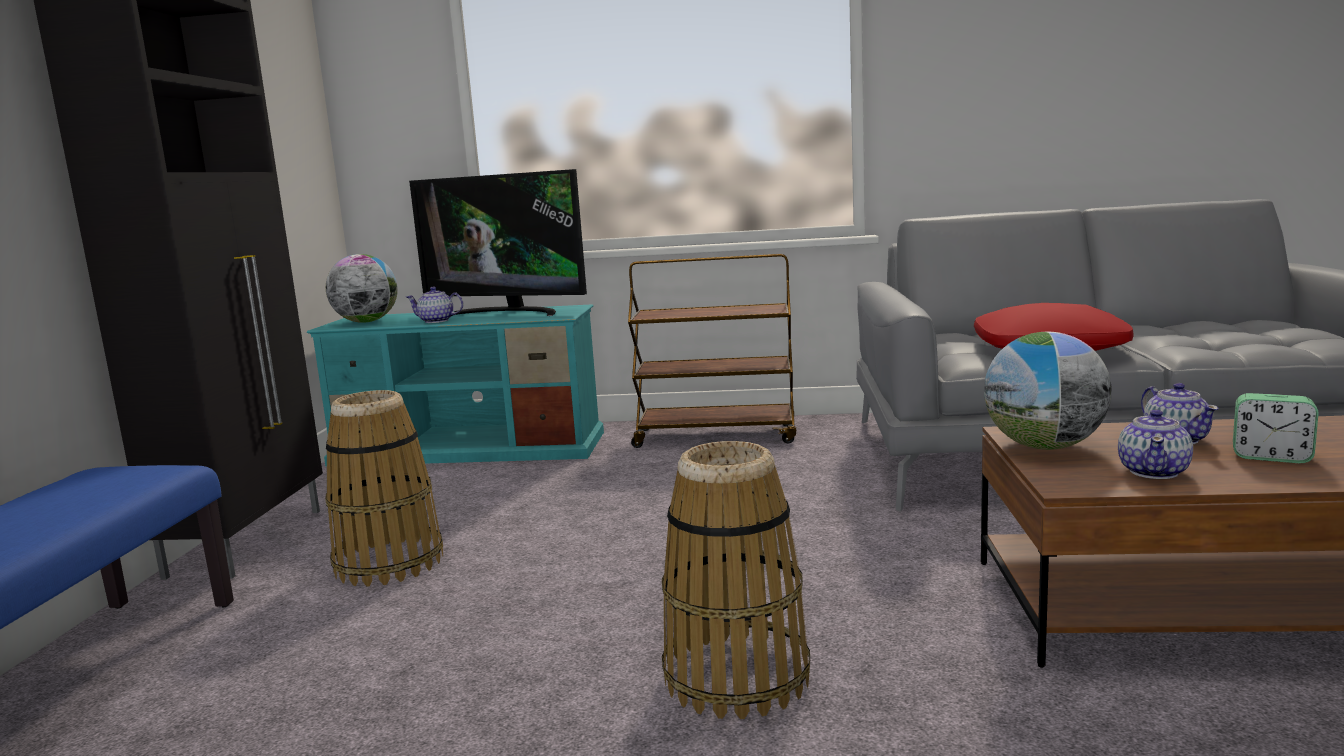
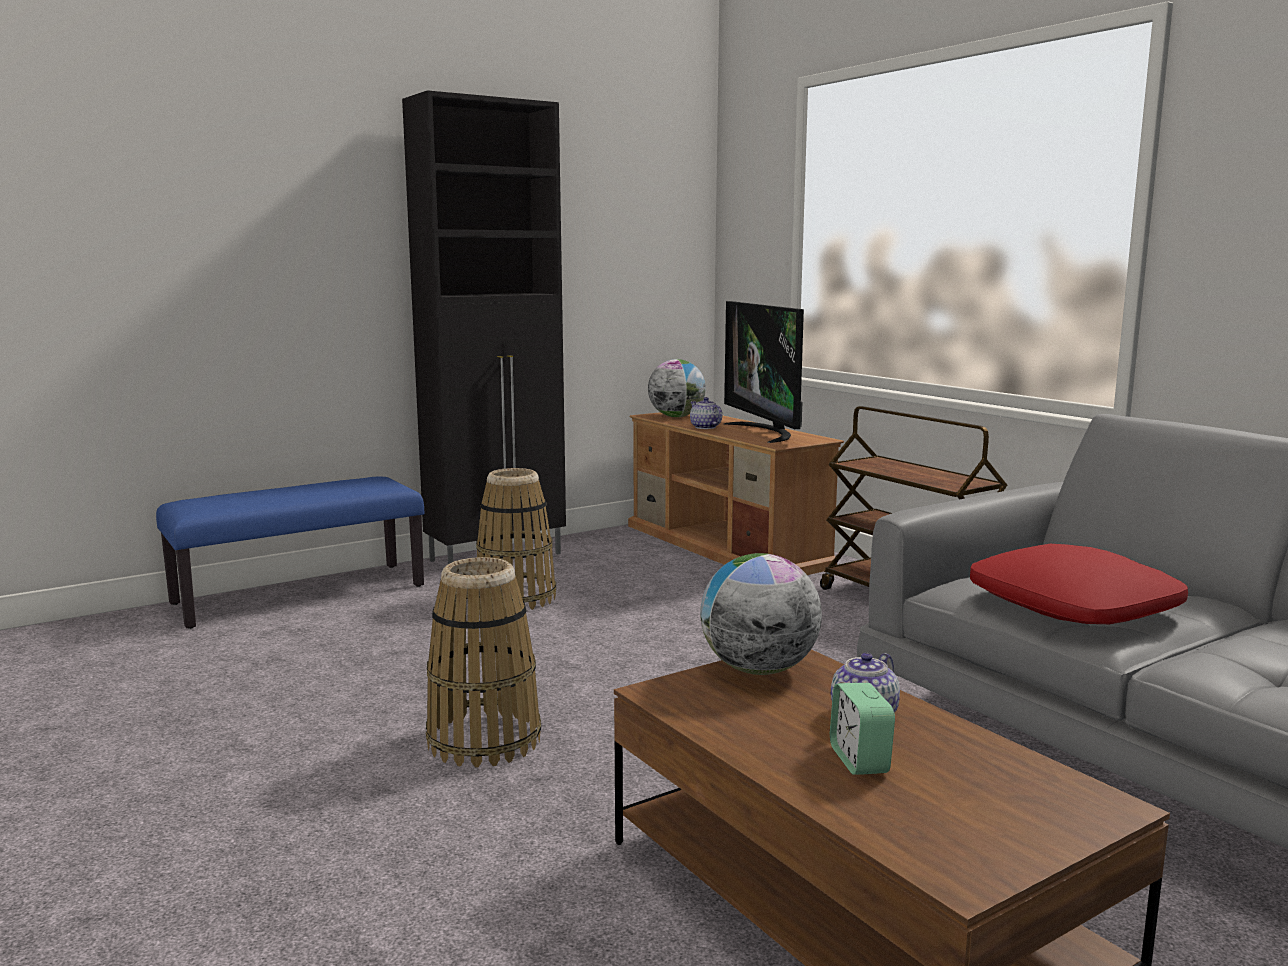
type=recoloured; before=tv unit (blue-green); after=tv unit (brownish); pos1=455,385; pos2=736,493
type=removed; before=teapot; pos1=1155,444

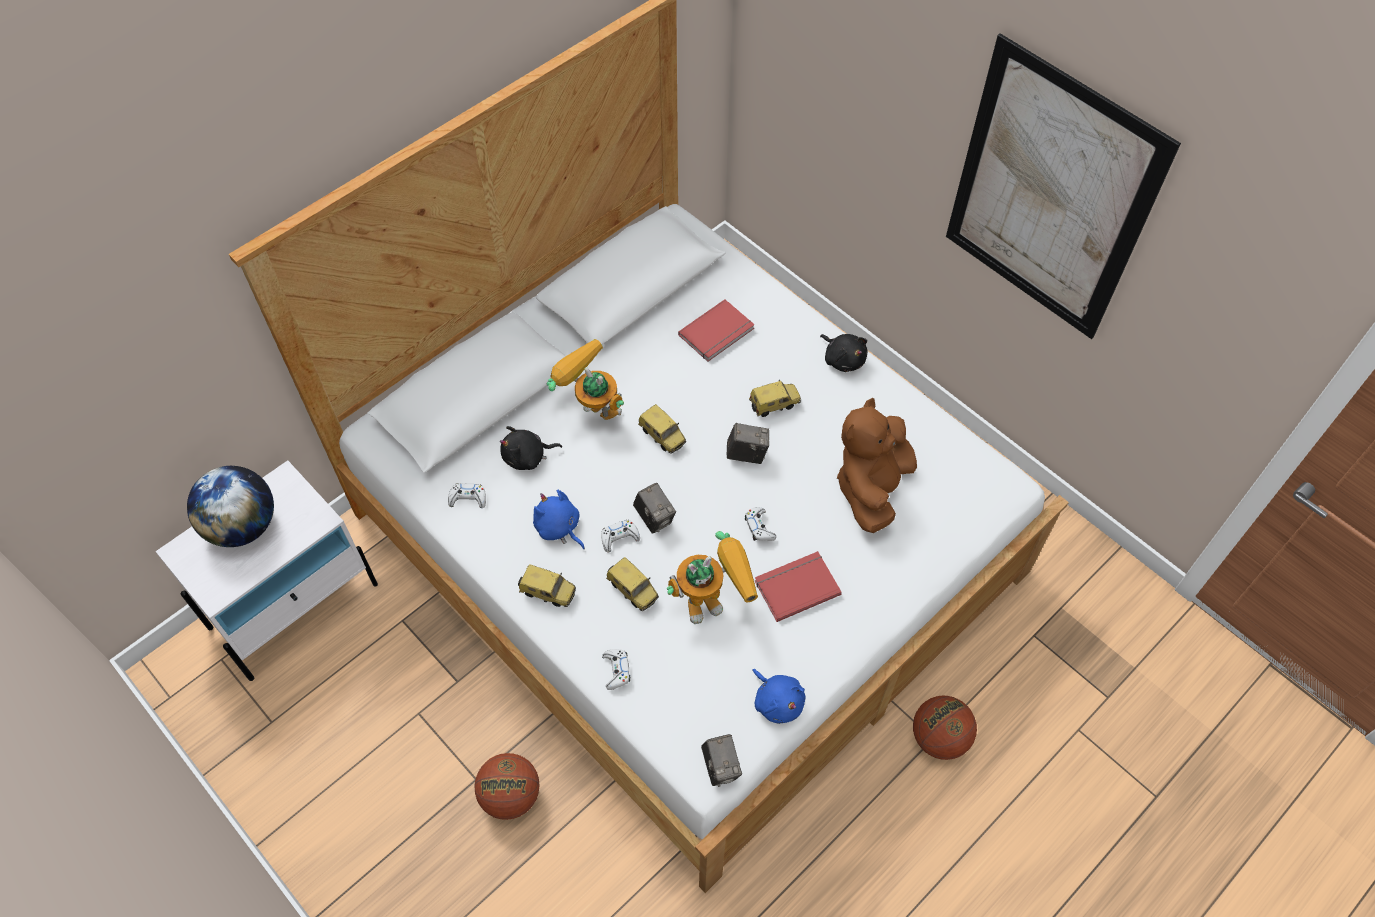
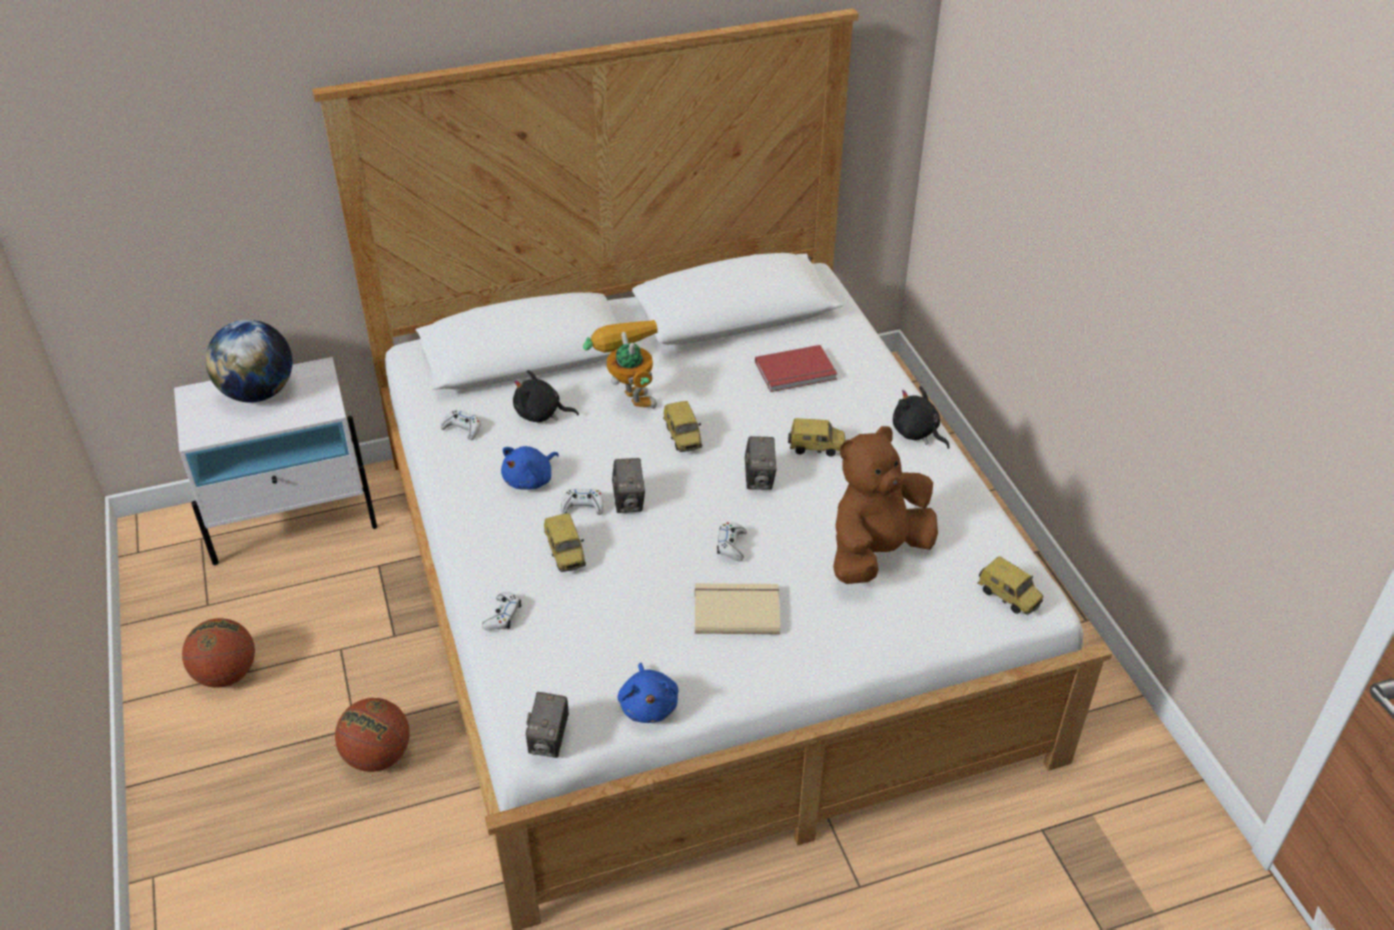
type=removed; before=picture; pos1=1063,186
type=turned; before=cuddly toy (black-coloured); pos1=843,353; pos2=921,417; turn=150
type=turned; before=still camera; pos1=748,443; pos2=761,463; turn=60
type=turned; before=cuddly toy (bluish); pos1=559,519; pos2=530,467; turn=-120
type=removed; before=toy robot; pos1=712,577
type=recoloured; before=volume (red-coloured); after=volume (beige); pos1=798,586; pos2=737,608
type=moved; before=model car; pos1=547,585; pos2=1010,585
type=moved; before=ball for basketball; pos1=945,728; pos2=218,653

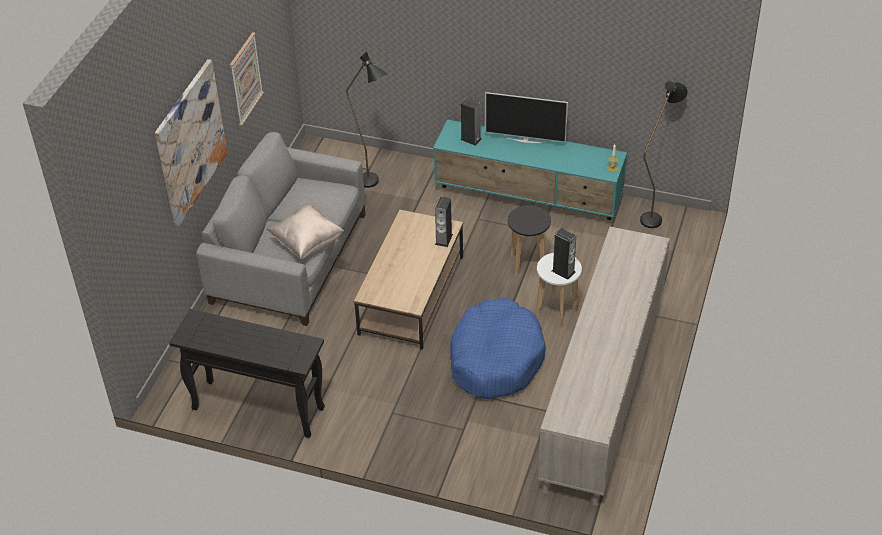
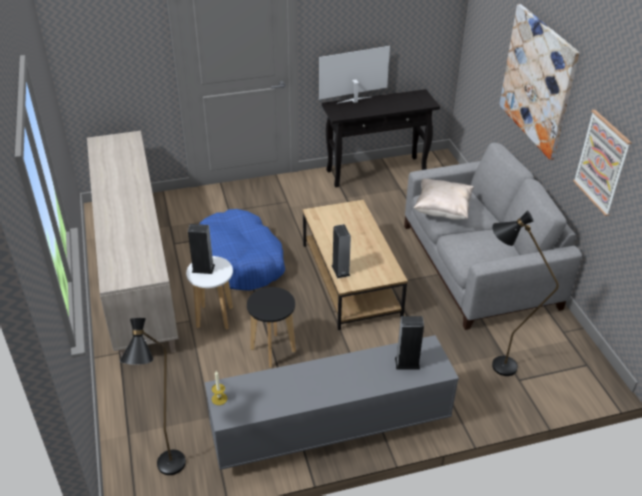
type=moved; before=TV; pos1=526,118; pos2=354,74
type=recoloured; before=tv unit (blue-green); after=tv unit (greyish); pos1=530,169; pos2=331,402

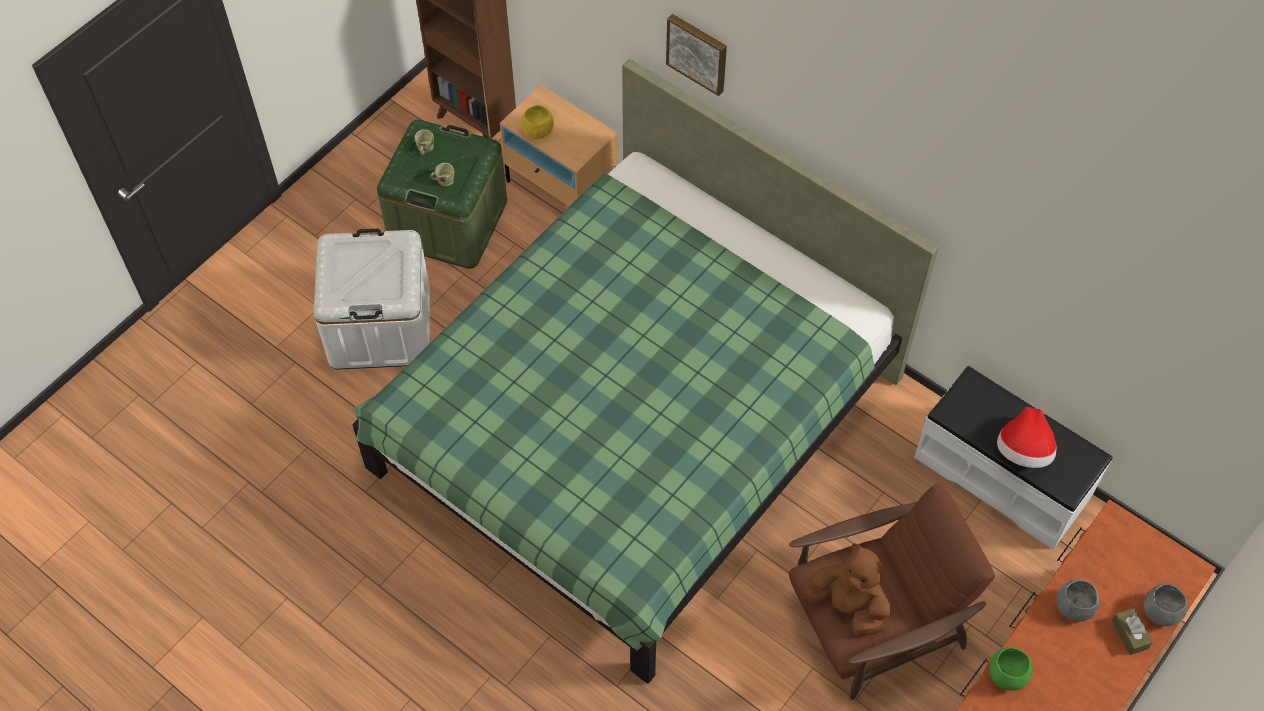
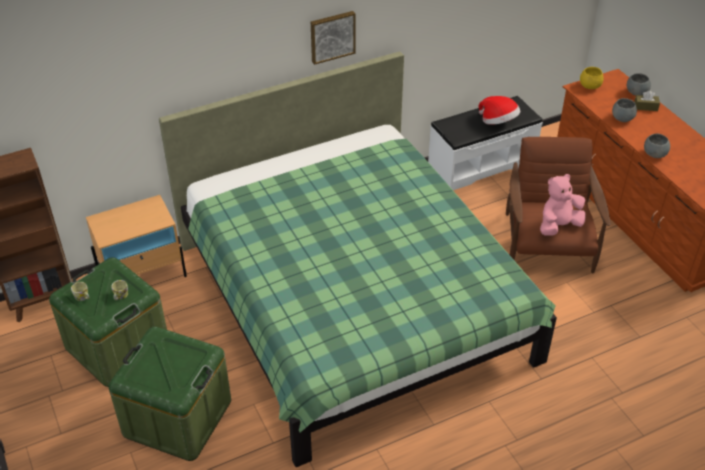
type=moved; before=picture; pos1=696,55; pos2=333,38
type=moved; before=deep dish (yellow); pos1=537,122; pos2=592,78
type=recoloured; before=storage bin (whitish); after=storage bin (greenish); pos1=372,299; pos2=170,394
type=recoloured; before=cuddly toy (brownish); after=cuddly toy (pinkish); pos1=845,589; pos2=563,205
type=recoloured; before=deep dish (greenish); after=deep dish (greyish); pos1=1011,669; pos2=657,146

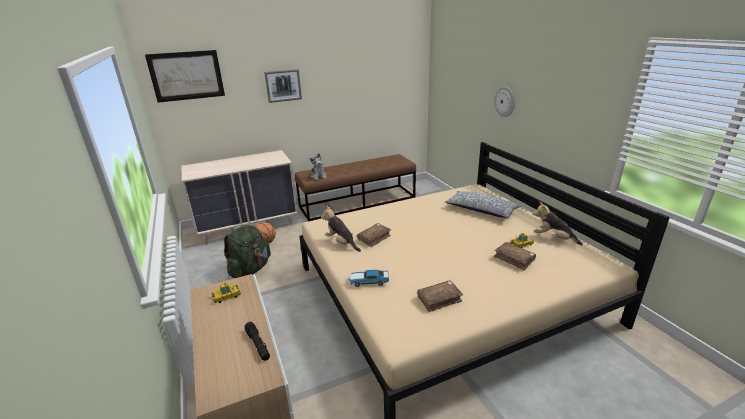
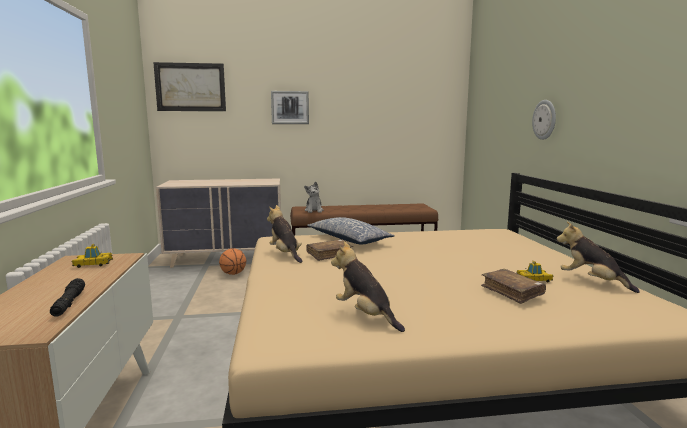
type=moved; before=cushion; pos1=483,204; pos2=351,231
type=removed; before=backpack (greenish); pos1=247,251
type=removed; before=model car; pos1=368,278
type=replaced; before=volume (brownish); after=cuddly toy; pos1=440,296; pos2=368,286

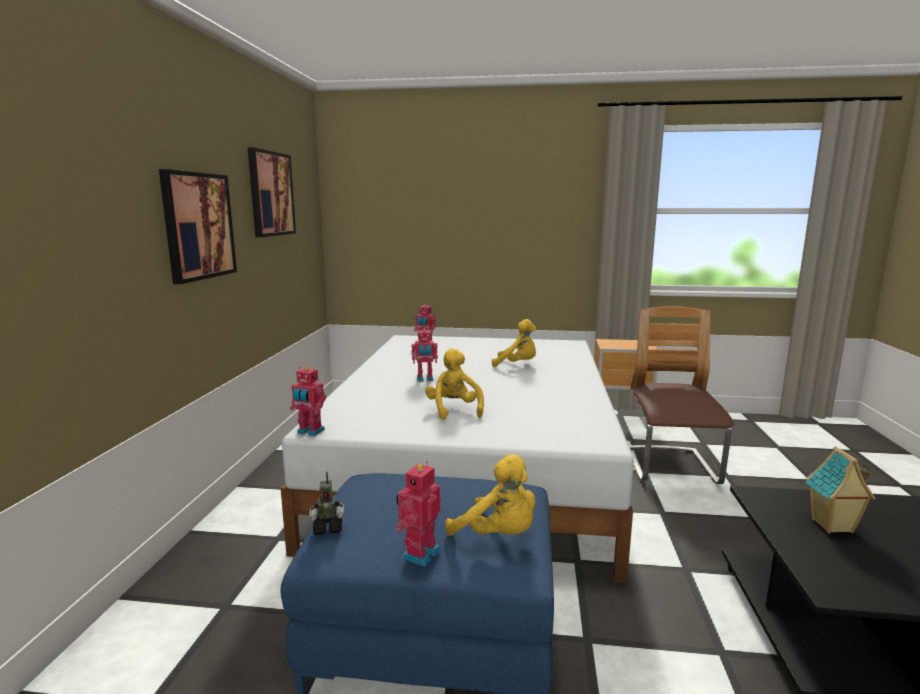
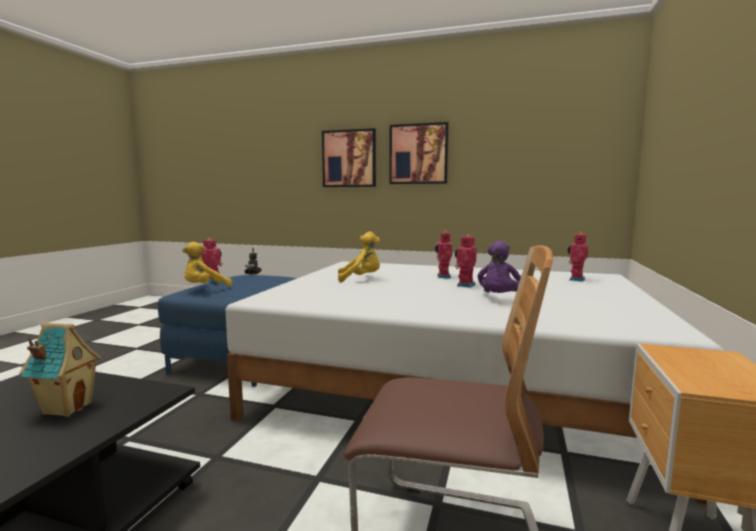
type=moved; before=picture; pos1=272,192; pos2=349,157
type=recoloured; before=cuddly toy (yellow); after=cuddly toy (purplish); pos1=514,343; pos2=499,267
type=moved; before=toy robot; pos1=308,401; pos2=466,261

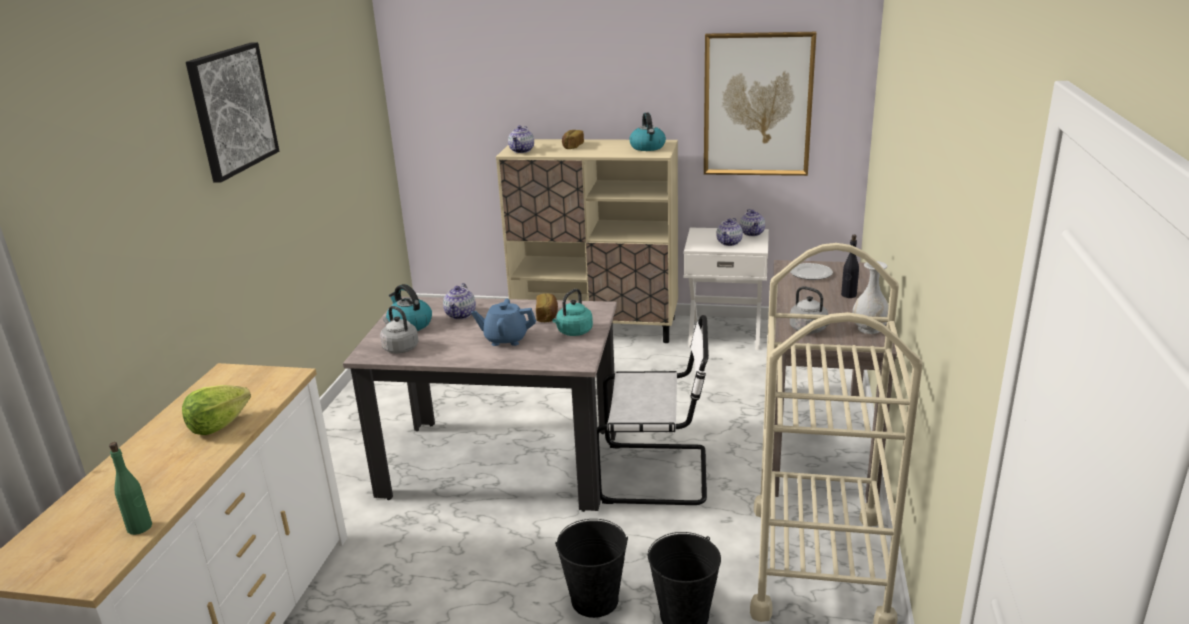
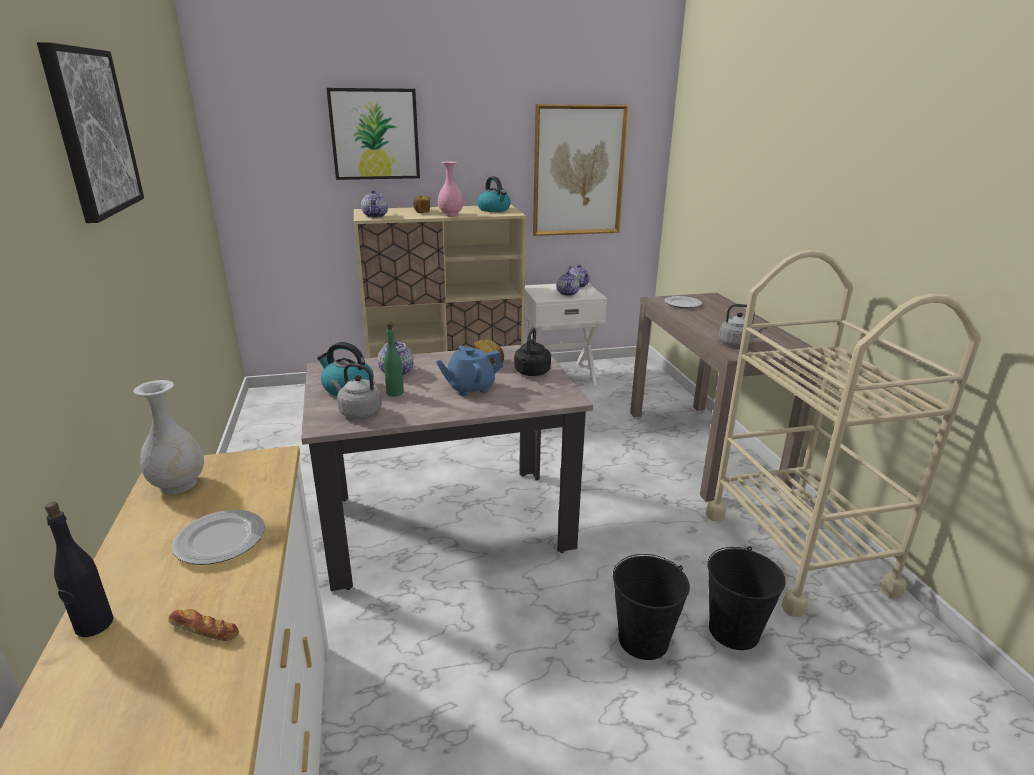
type=moved; before=bottle (black-coloured); pos1=850,266; pos2=79,569
type=moved; before=flower vase (whitish); pos1=870,297; pos2=168,437
type=recoloured; before=tea kettle (blue-green); after=tea kettle (black-coloured); pos1=572,312; pos2=532,351
type=removed; before=upright chair (whitish); pos1=653,410
type=replaced; before=lettuce head; after=flat dish; pos1=216,410; pos2=218,537
type=moved; before=bottle (greenish); pos1=130,488; pos2=394,359
type=added; after=picture; pos2=373,134
type=added; after=flower vase (pinkish); pos2=451,188
type=added; after=baked bread; pos2=203,625

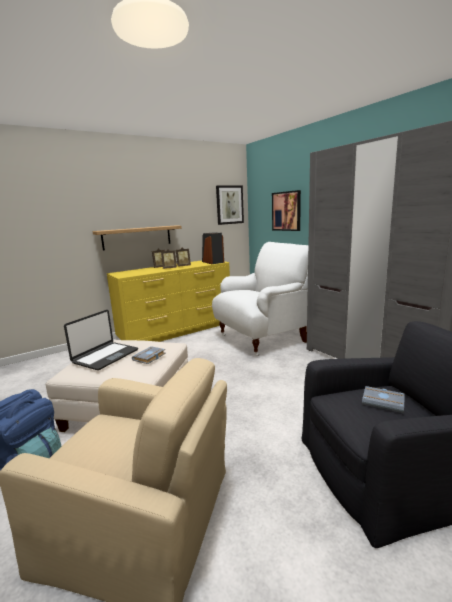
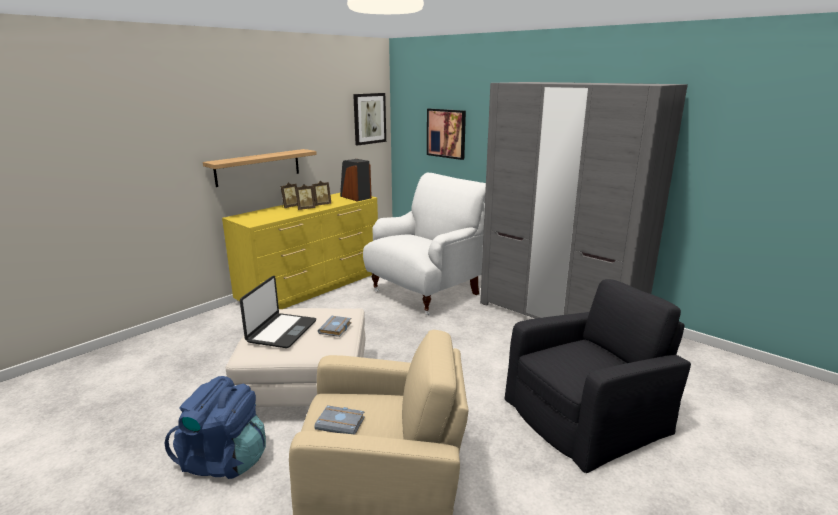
type=moved; before=volume (greyish); pos1=383,399; pos2=339,419

